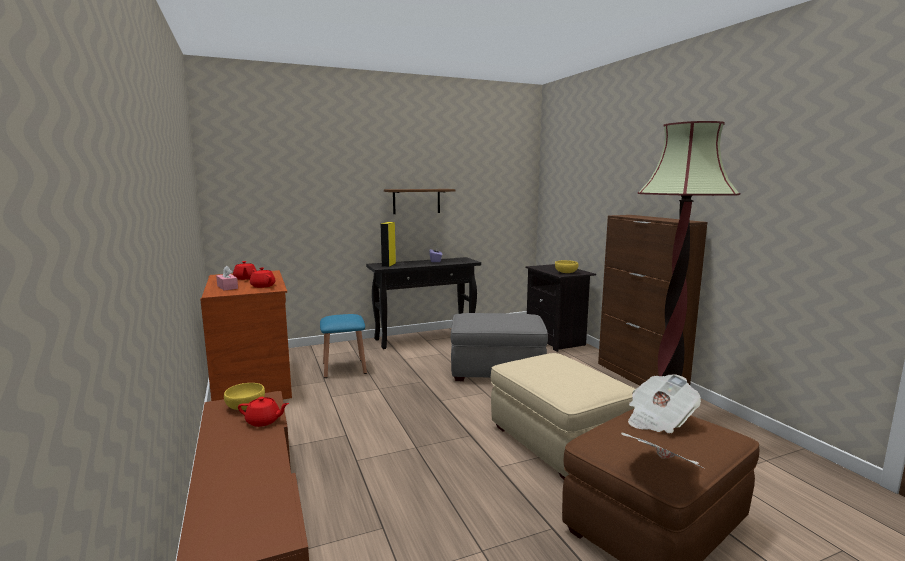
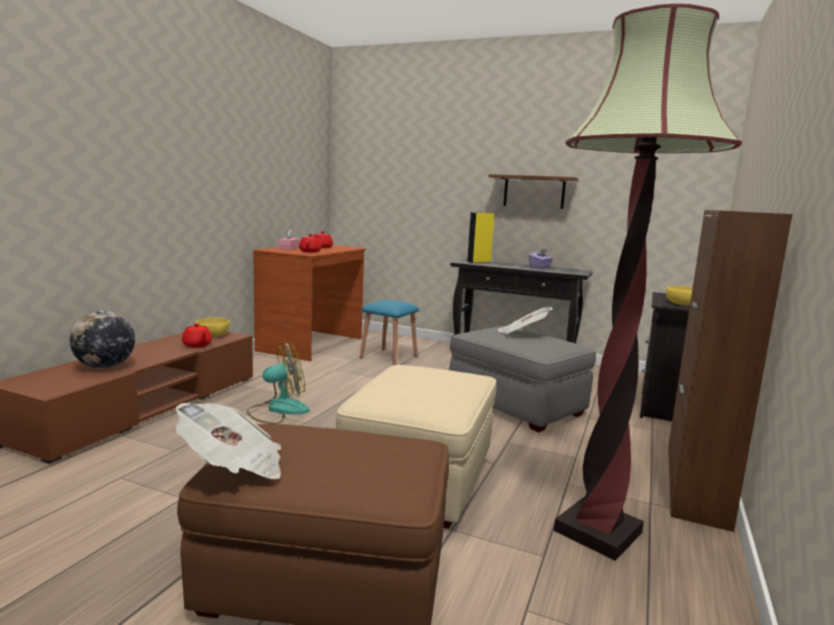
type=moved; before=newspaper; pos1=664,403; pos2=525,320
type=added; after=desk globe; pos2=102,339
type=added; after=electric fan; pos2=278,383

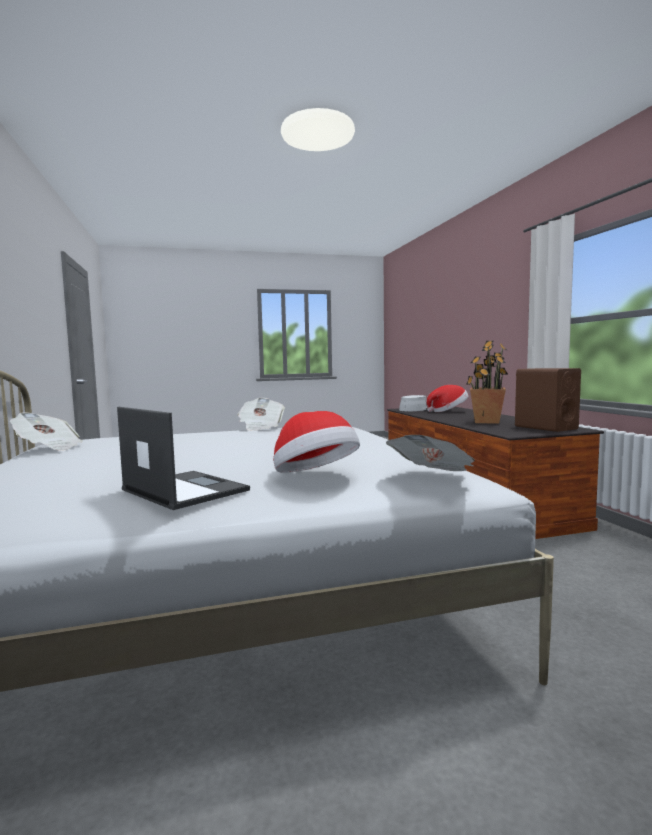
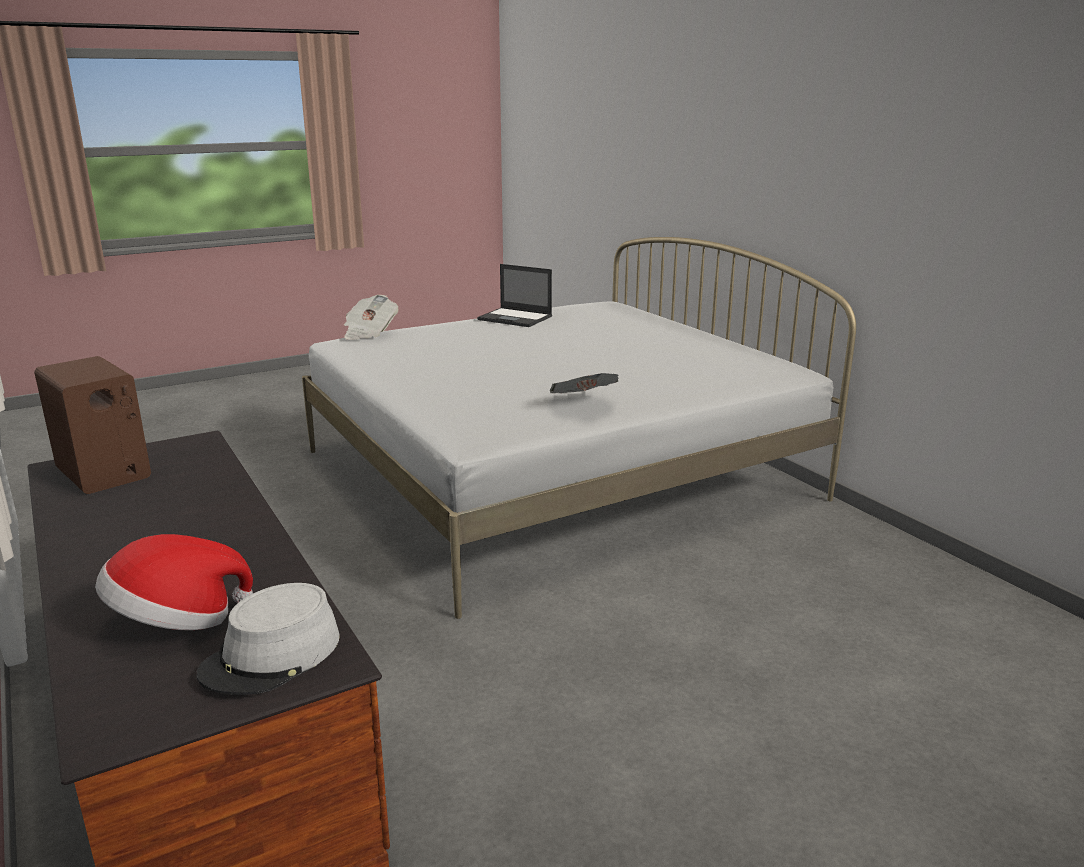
type=removed; before=plant in a pot; pos1=487,382
type=removed; before=hat; pos1=316,442
type=removed; before=newspaper; pos1=46,431

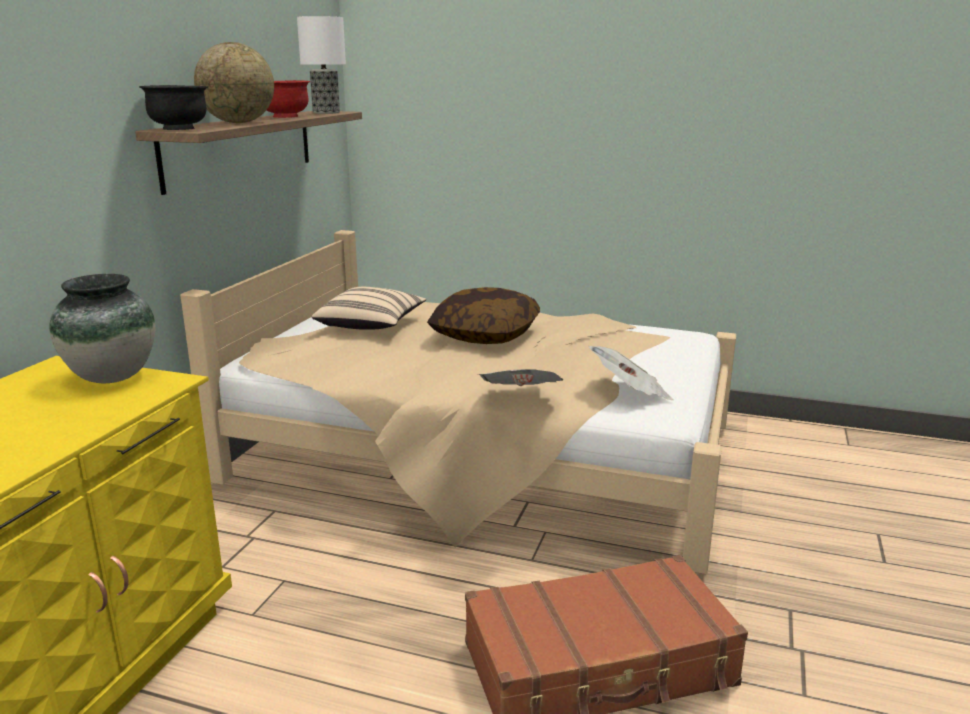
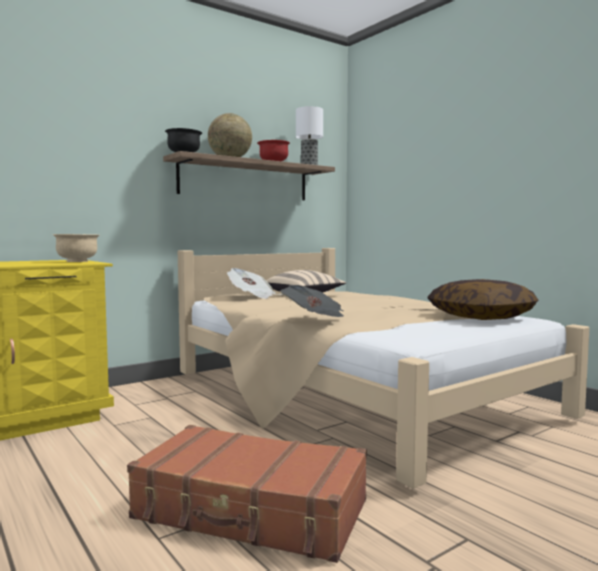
type=replaced; before=flower vase; after=deep dish (beige); pos1=102,328; pos2=76,248
type=moved; before=cushion; pos1=483,315; pos2=482,299
type=moved; before=newspaper; pos1=631,373; pos2=251,283

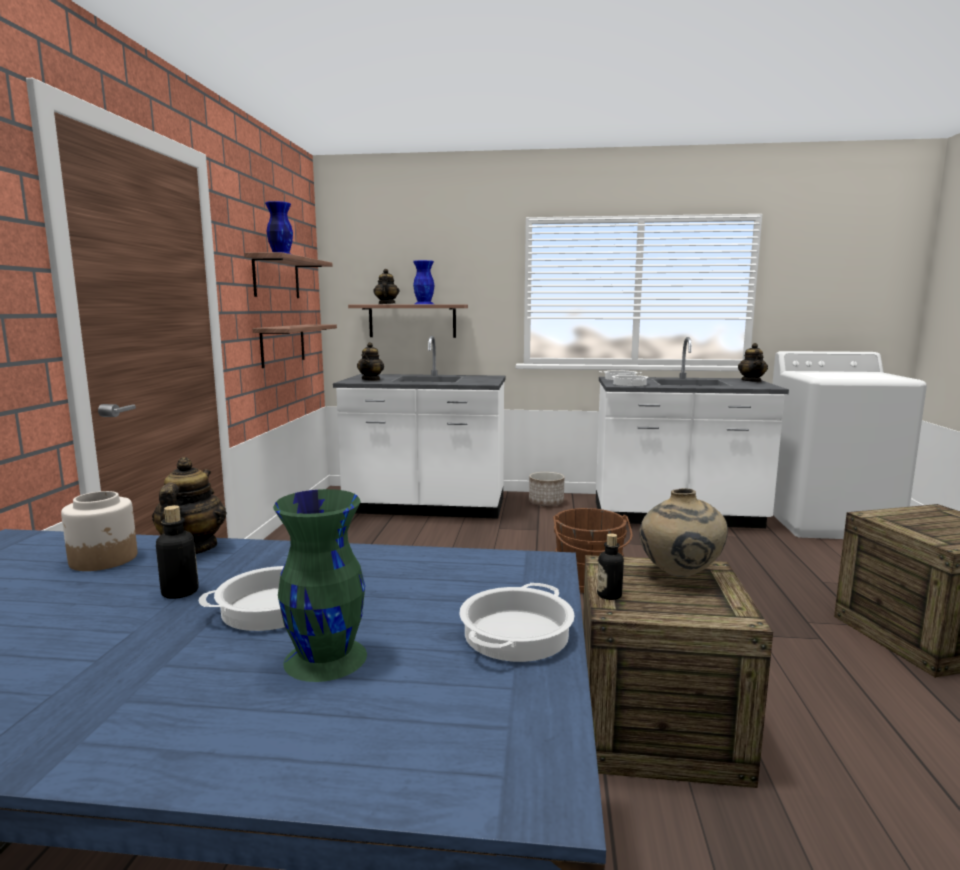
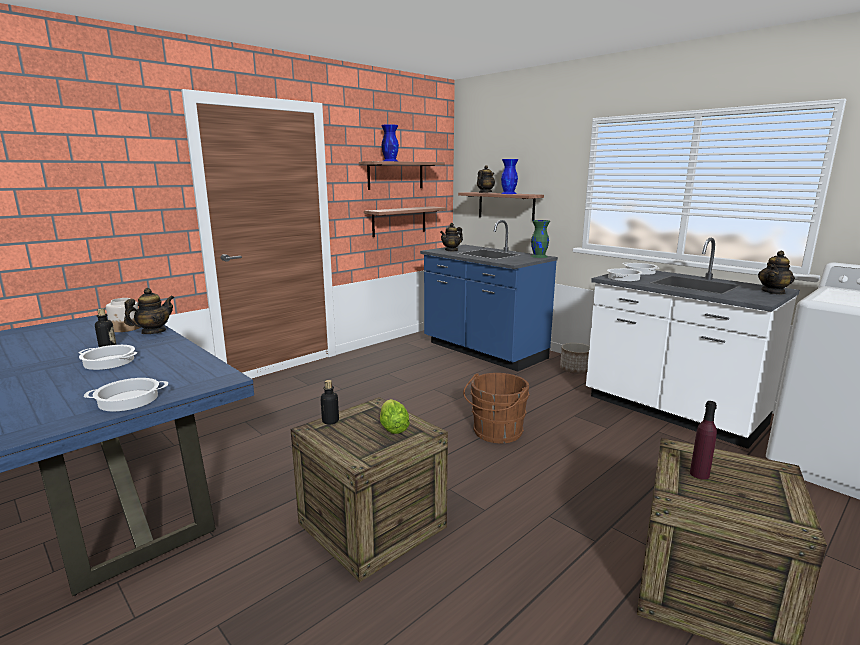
type=recoloured; before=kitchen counter (whitish); after=kitchen counter (bluish); pos1=419,427; pos2=489,296
type=replaced; before=flower vase (beige); after=lettuce head; pos1=683,532; pos2=395,416
type=moved; before=flower vase (greenish); pos1=320,585; pos2=540,239
type=added; after=bottle (purplish); pos2=703,440

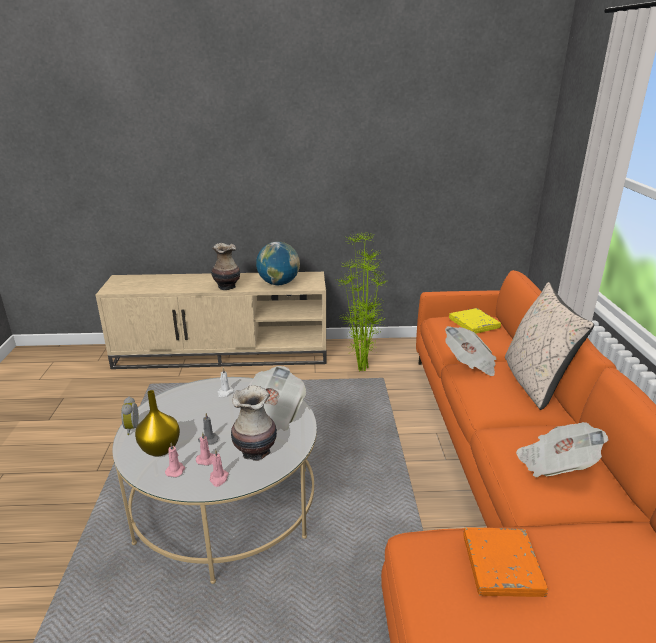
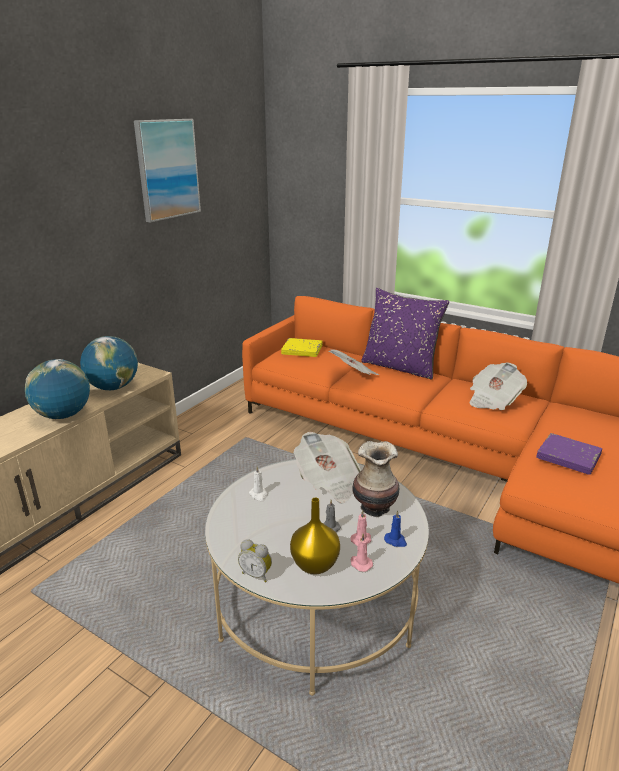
type=removed; before=plant in a pot; pos1=360,302
type=replaced; before=flower vase; after=desk globe; pos1=226,266; pos2=57,389
type=recoloured; before=cushion (beige); after=cushion (purplish); pos1=549,346; pos2=405,334
type=recoloured; before=wax candle (pinkish); after=wax candle (bluish); pos1=219,468; pos2=395,528
type=recoloured; before=volume (orange); after=volume (purplish); pos1=505,562; pos2=569,454
type=added; after=picture; pos2=167,170

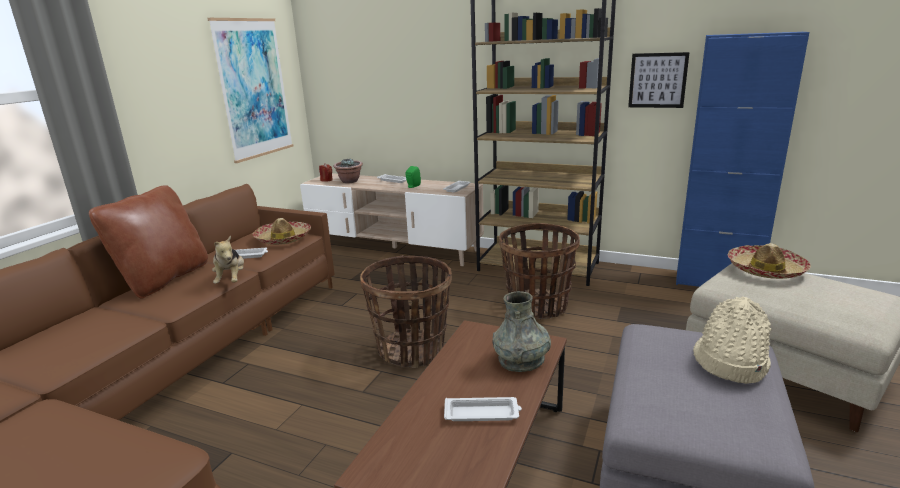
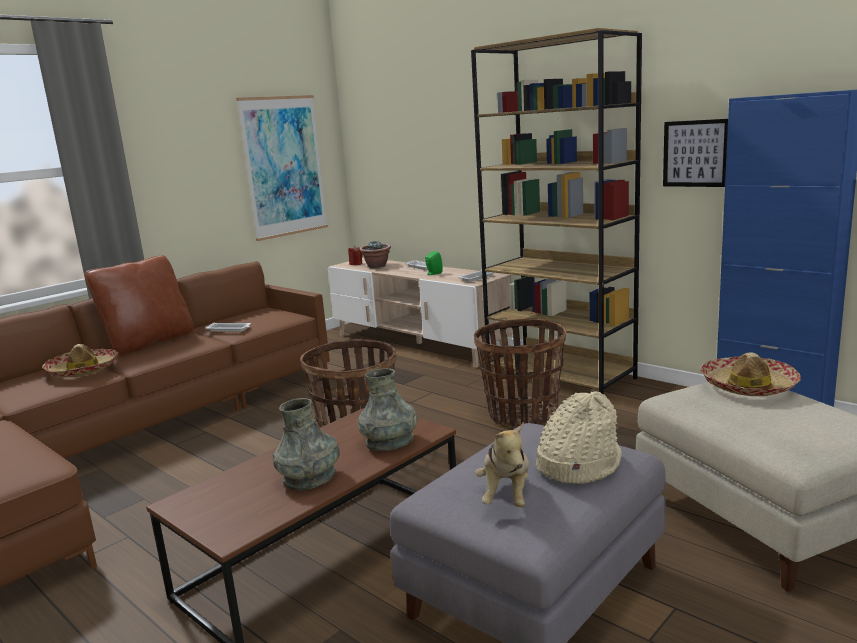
type=moved; before=hat; pos1=282,231; pos2=80,360
type=moved; before=cuddly toy; pos1=228,260; pos2=502,464
type=replaced; before=carrying tray (whitish); after=flower vase (greyish); pos1=483,409; pos2=306,444

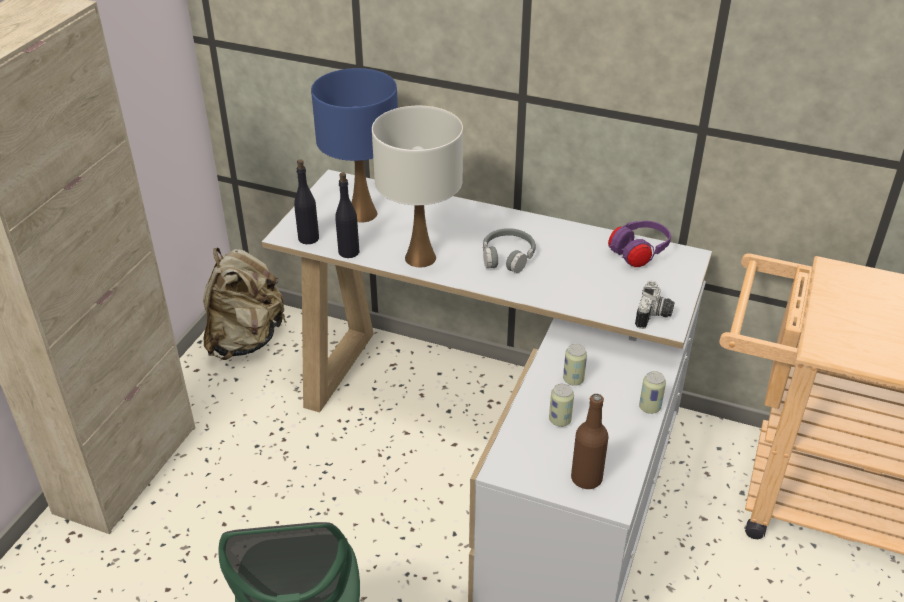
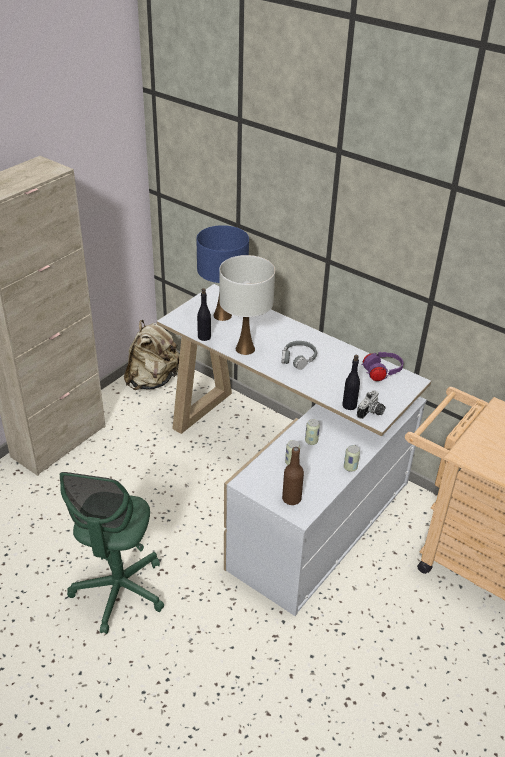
type=moved; before=bottle (black-coloured); pos1=306,201; pos2=351,382

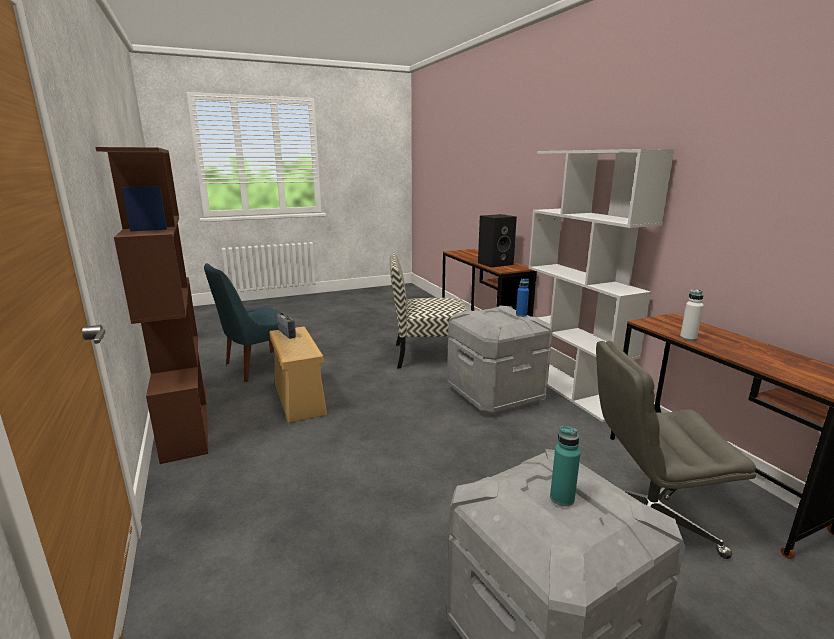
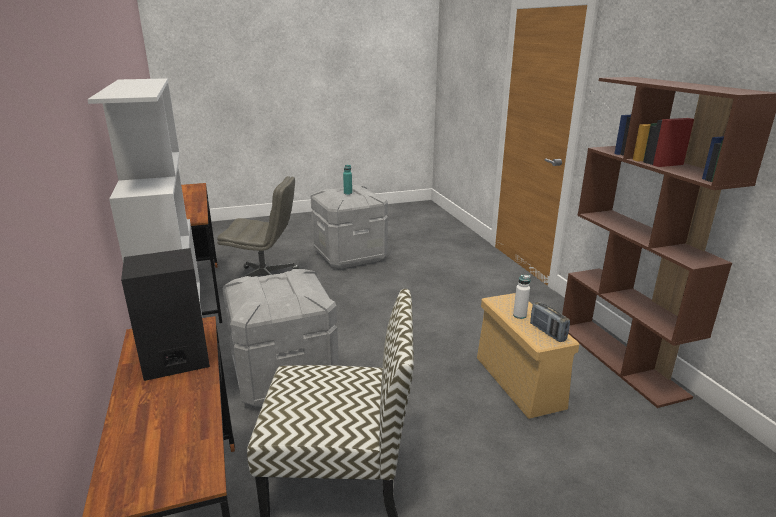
type=removed; before=upright chair (bluish); pos1=249,322
type=removed; before=bottle (bluish); pos1=522,298
type=moved; before=bottle (whitish); pos1=692,315; pos2=522,297

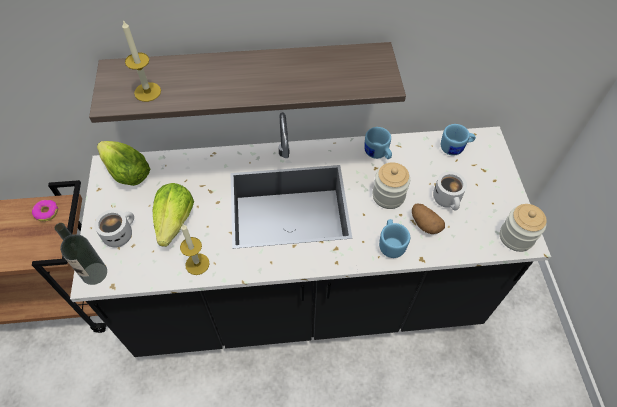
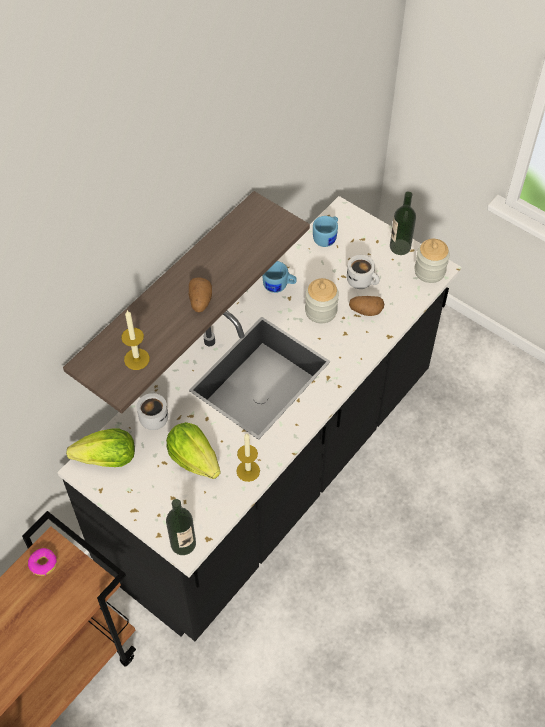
type=moved; before=mug (whitish); pos1=114,229; pos2=152,410
type=removed; before=mug (bluish); pos1=394,238
type=added; after=bottle; pos2=403,223
type=added; after=whole potato; pos2=200,295

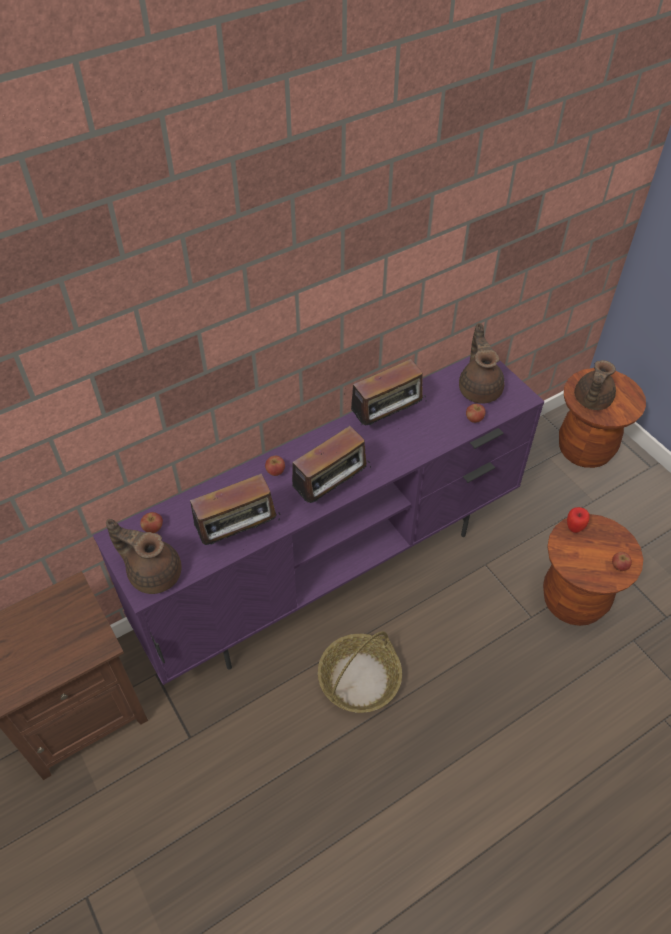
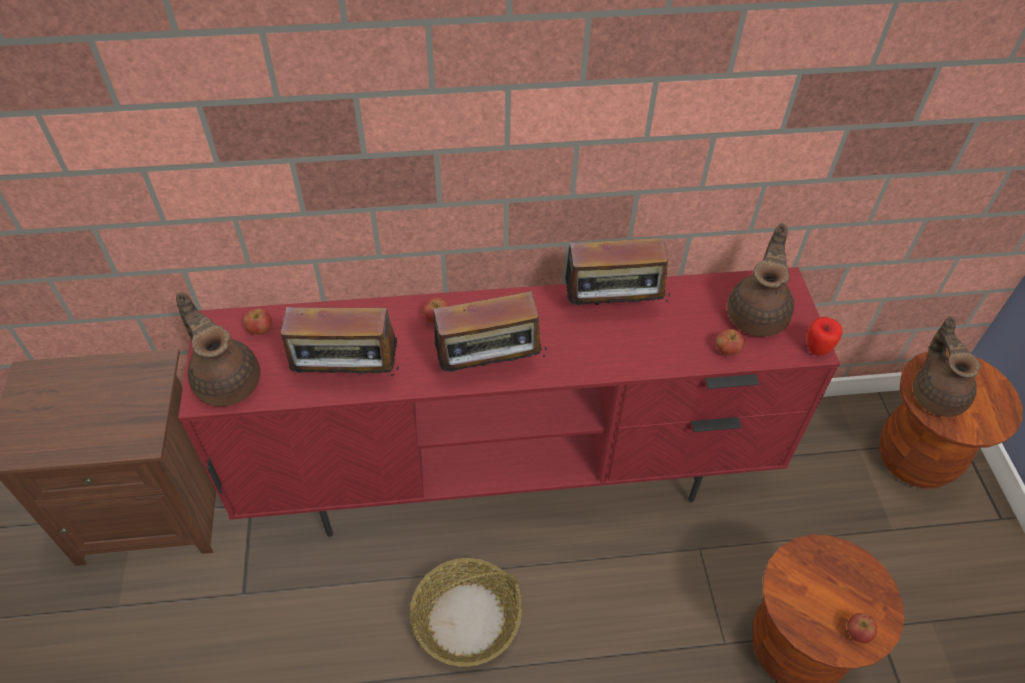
type=recoloured; before=tv unit (purplish); after=tv unit (red-coloured); pos1=318,520; pos2=509,402
type=turned; before=teapot (brownish); pos1=595,385; pos2=947,366; turn=120
type=moved; before=apple; pos1=578,520; pos2=824,336

